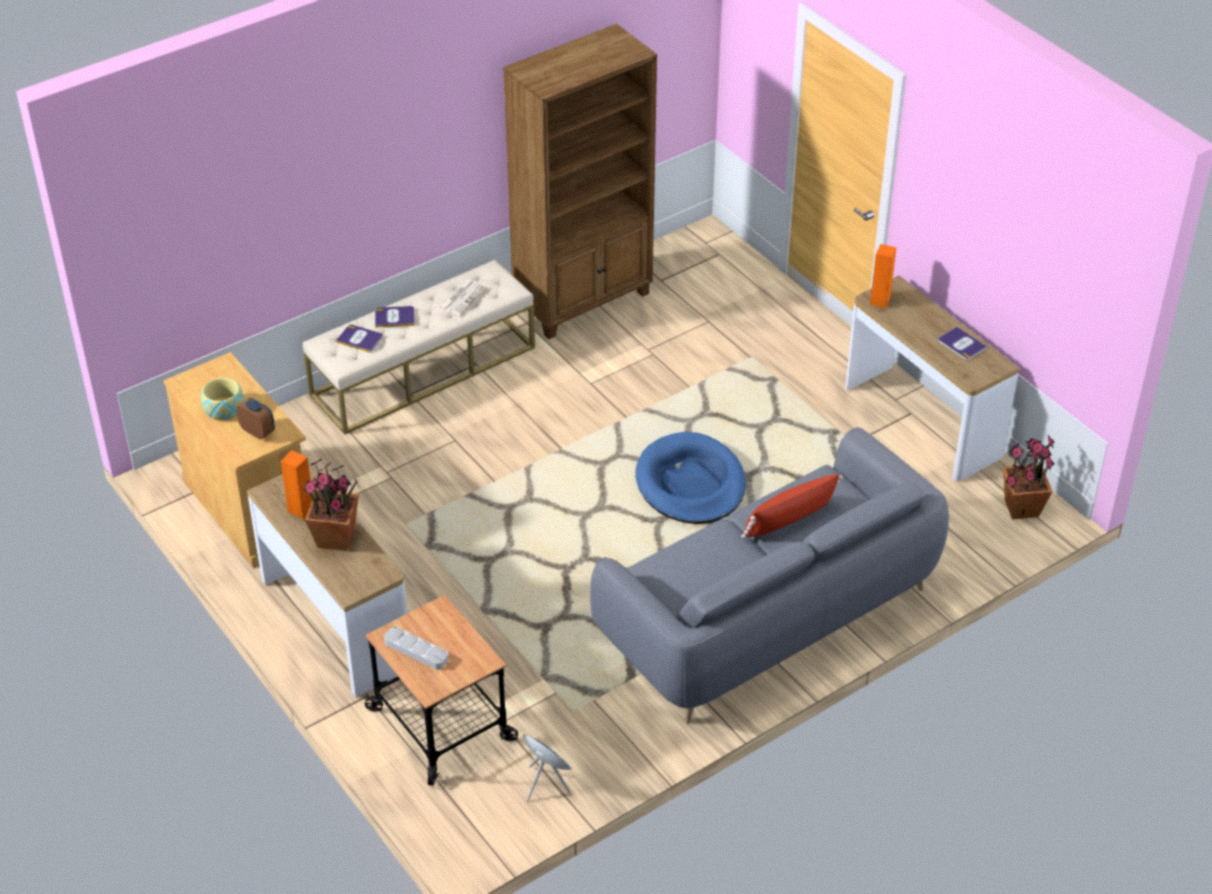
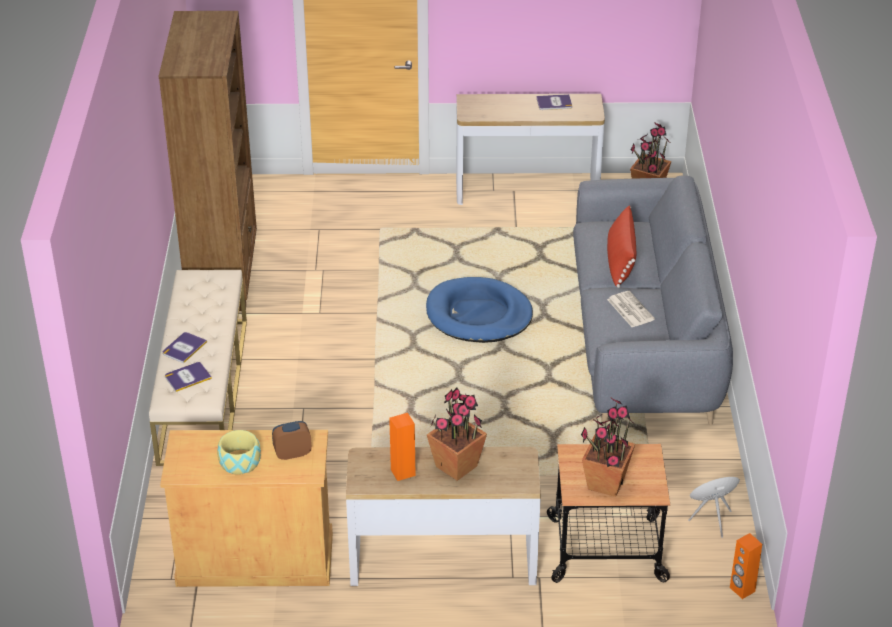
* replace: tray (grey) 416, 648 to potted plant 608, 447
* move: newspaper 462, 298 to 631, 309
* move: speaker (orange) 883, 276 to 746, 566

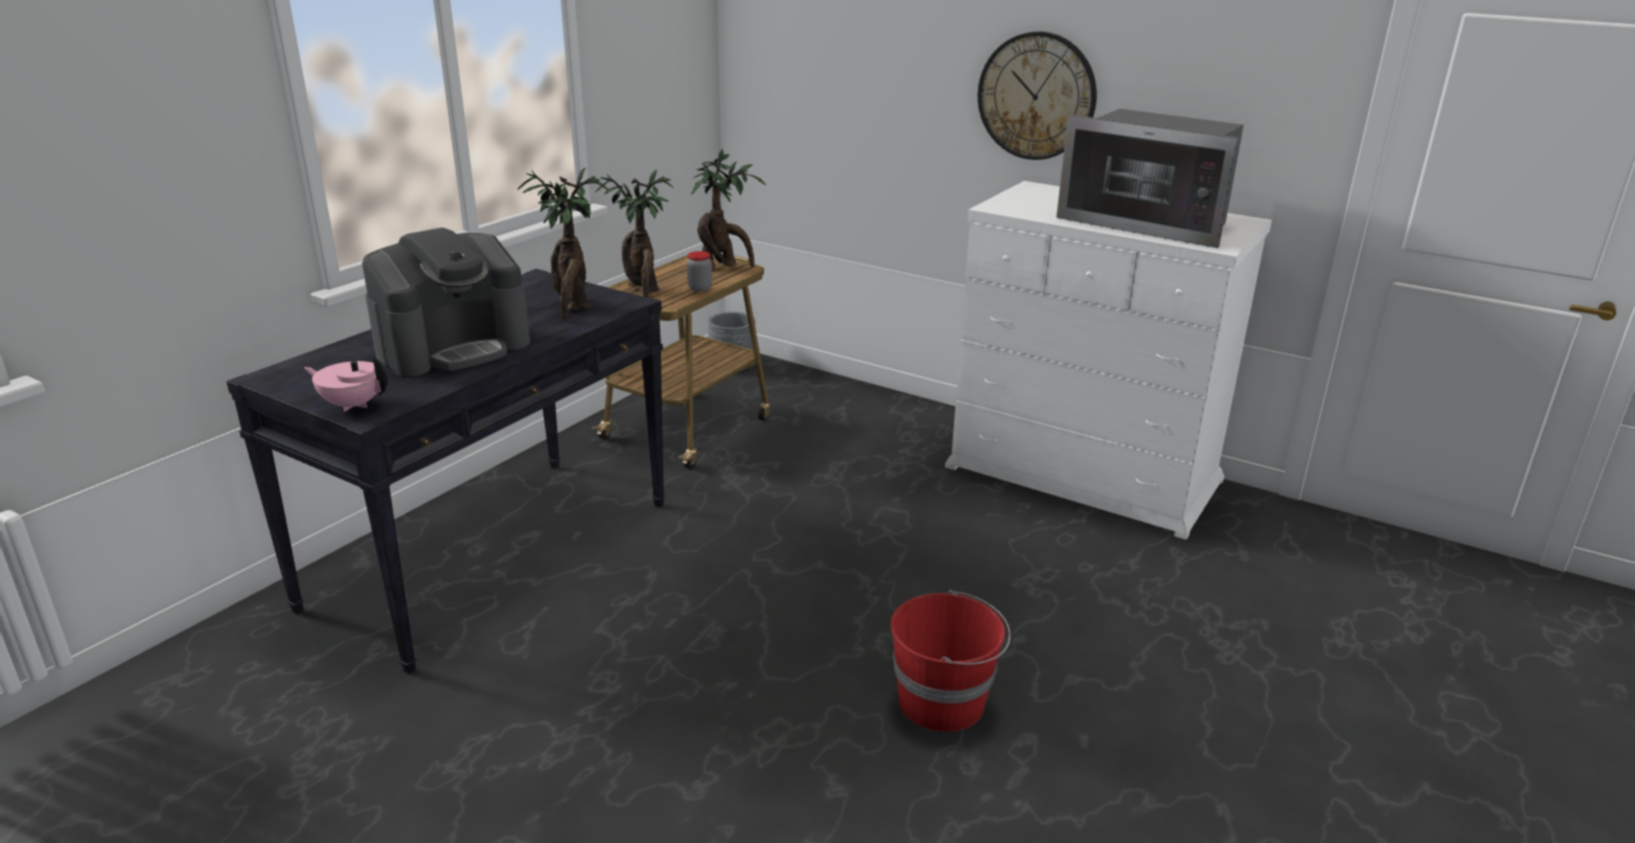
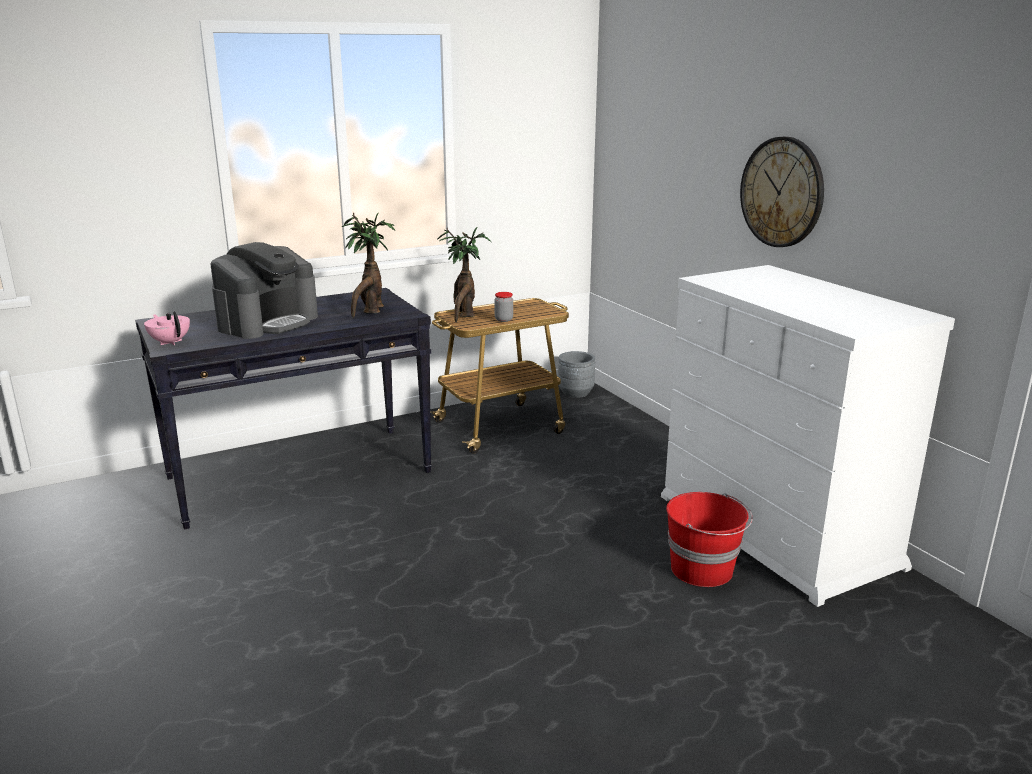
* rotate: coffee machine 446, 302 = 264, 290 45 degrees counterclockwise
* move: bucket (red) 950, 661 to 709, 539
* delete: potted plant 728, 208
* delete: microwave 1150, 178

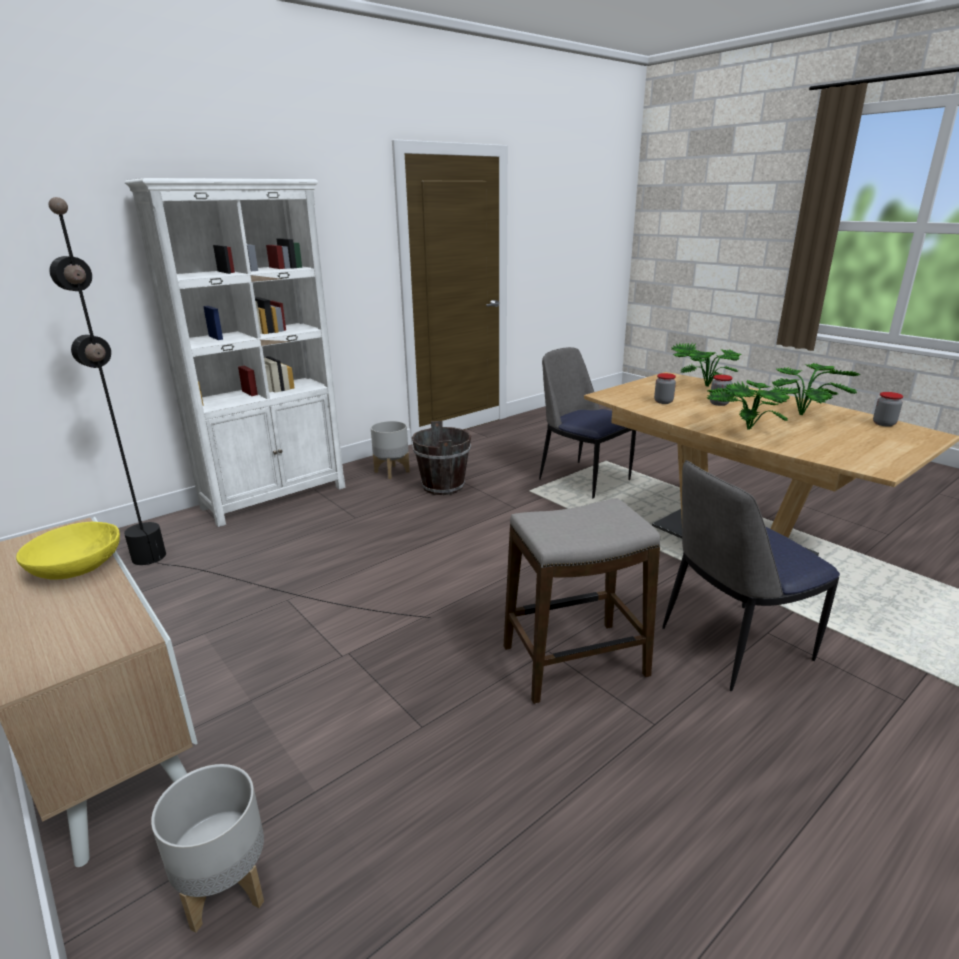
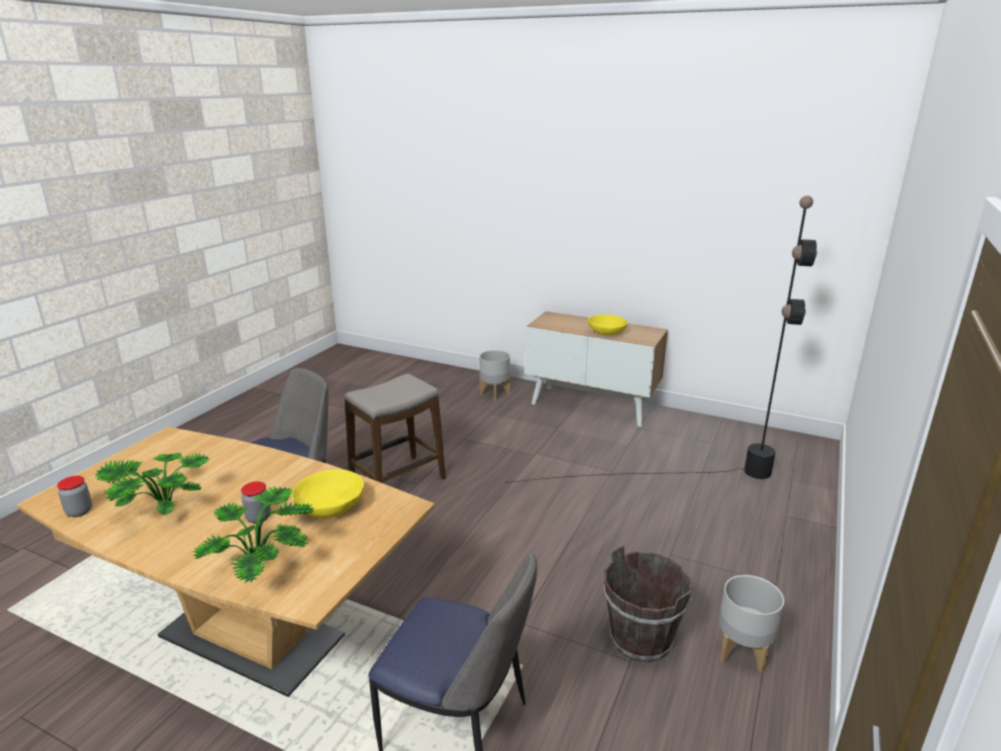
* replace: jar 665, 388 to bowl (yellow) 327, 493
* delete: bookcase (white) 235, 352
* delete: potted plant 753, 405

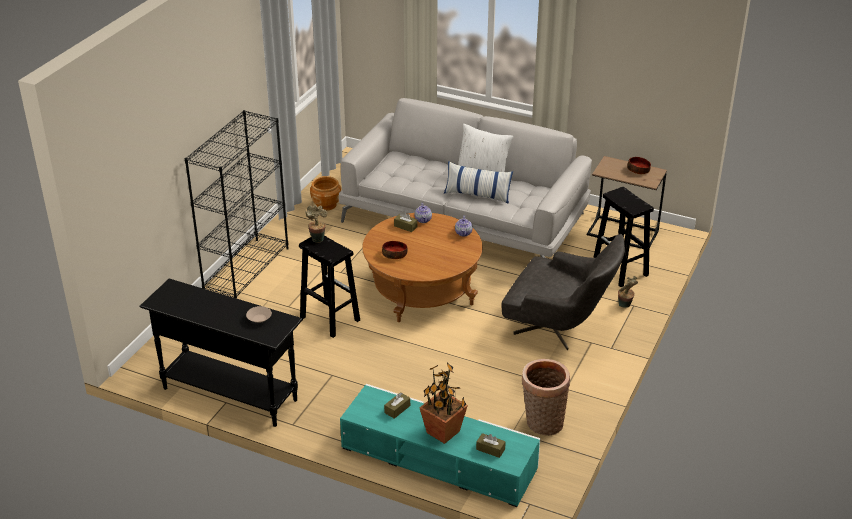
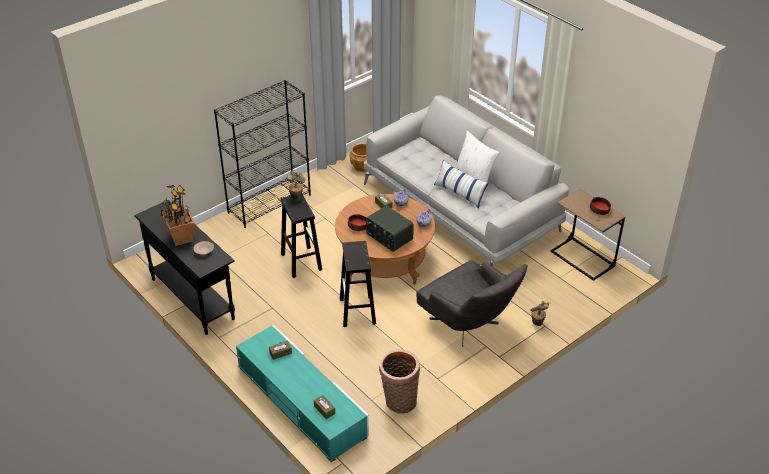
* move: potted plant 444, 403 to 178, 215
* move: stool (black) 623, 237 to 358, 284
* insert: radio 390, 229

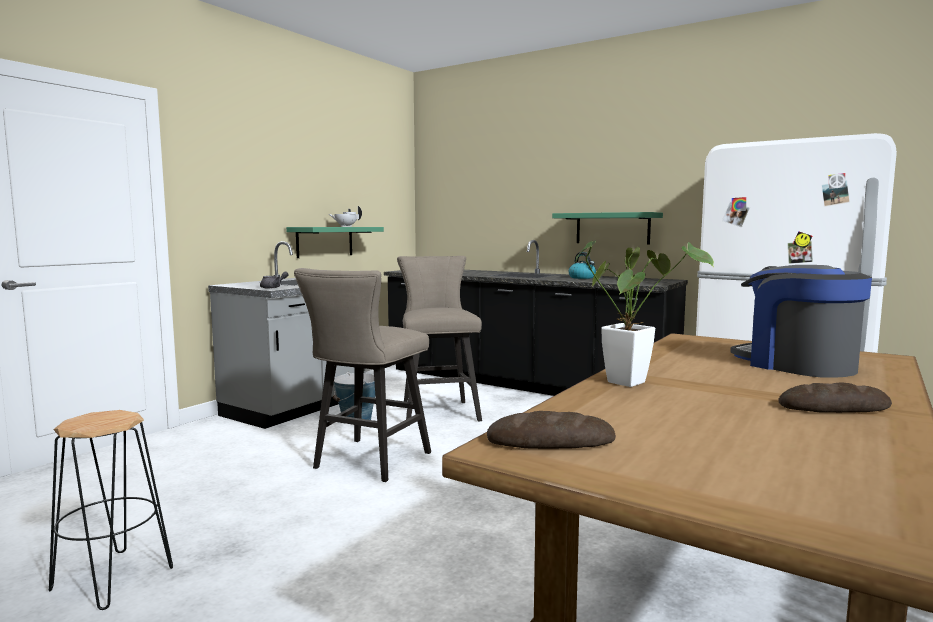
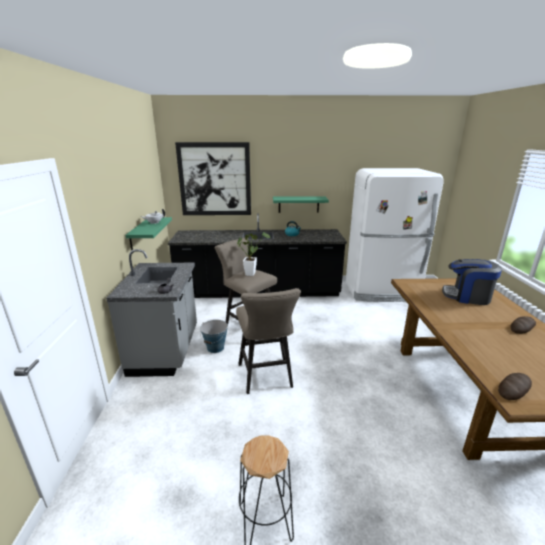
* insert: picture 213, 178
* move: potted plant 645, 314 to 253, 254

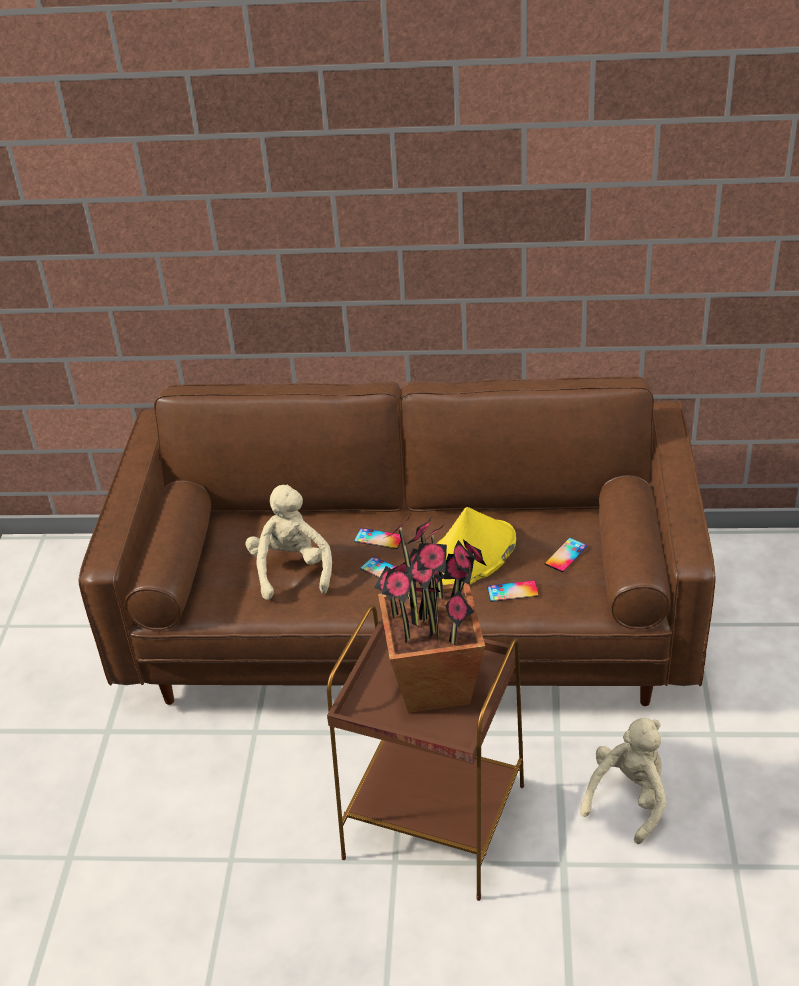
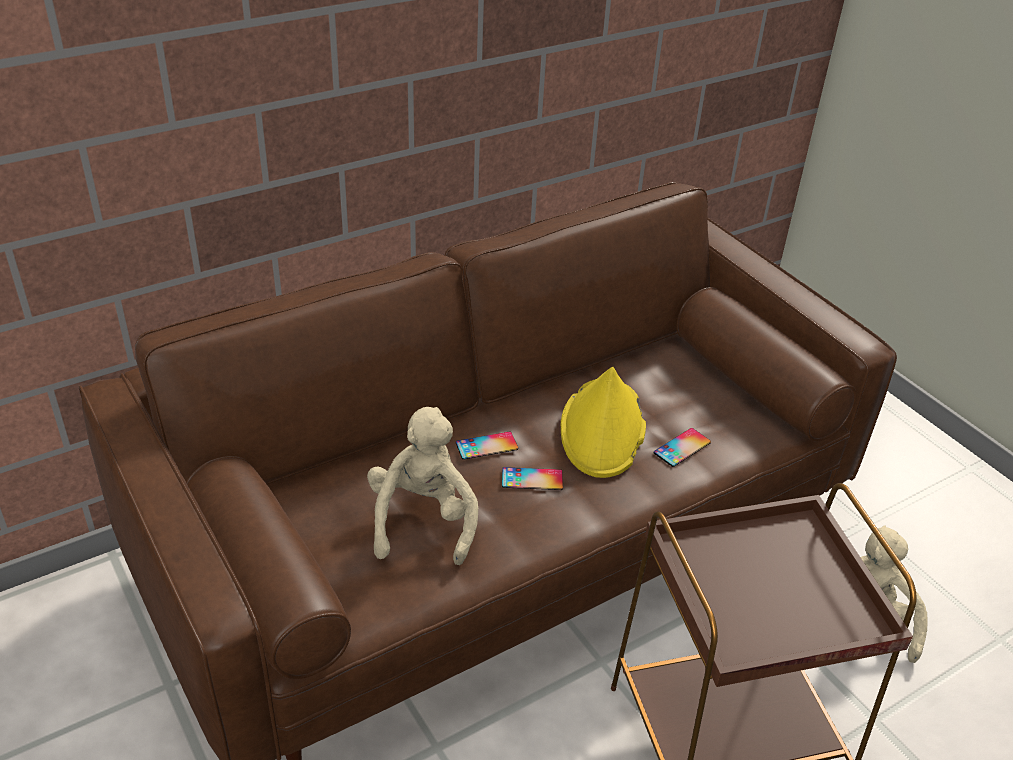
* rotate: plush toy (beige) 288, 542 = 422, 486 45 degrees clockwise
* delete: potted plant 430, 614
* delete: phone 566, 555

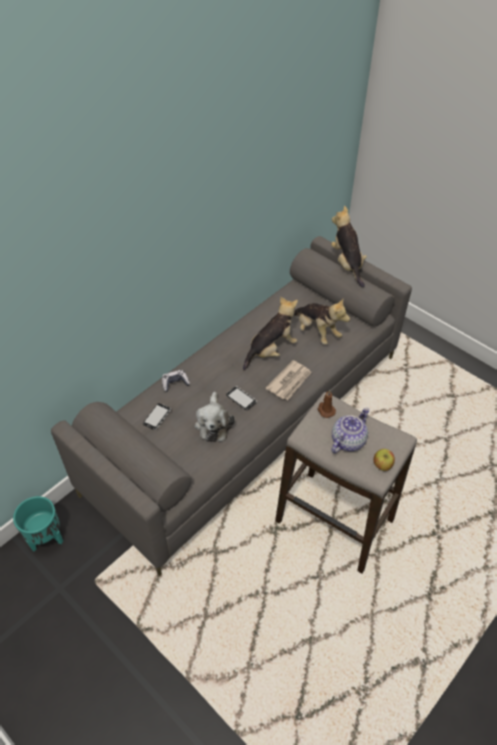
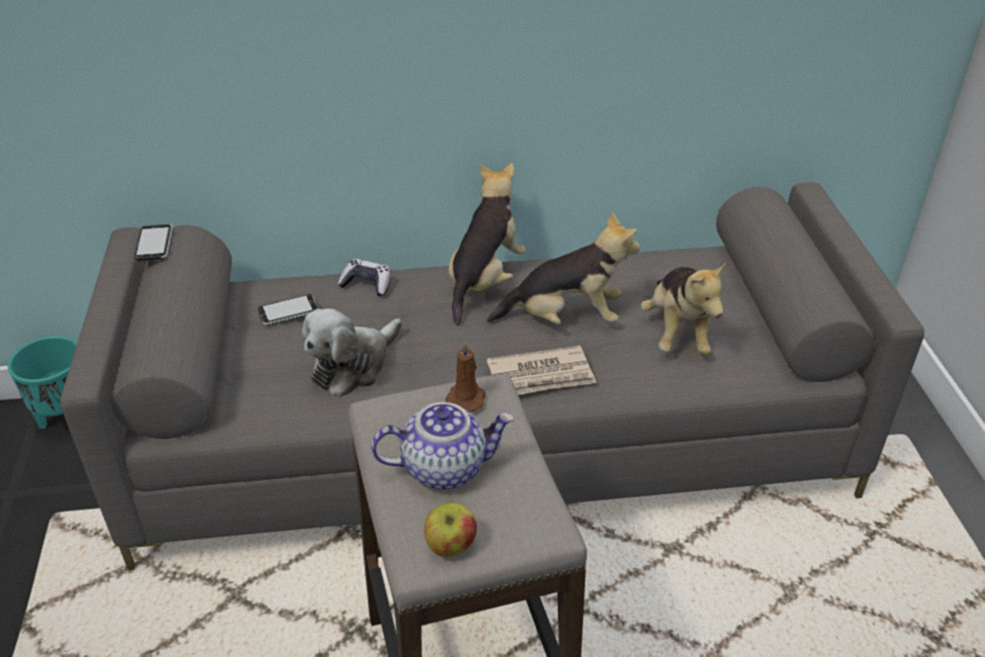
* move: phone 241, 398 to 154, 242
* move: plush toy 349, 246 to 487, 244

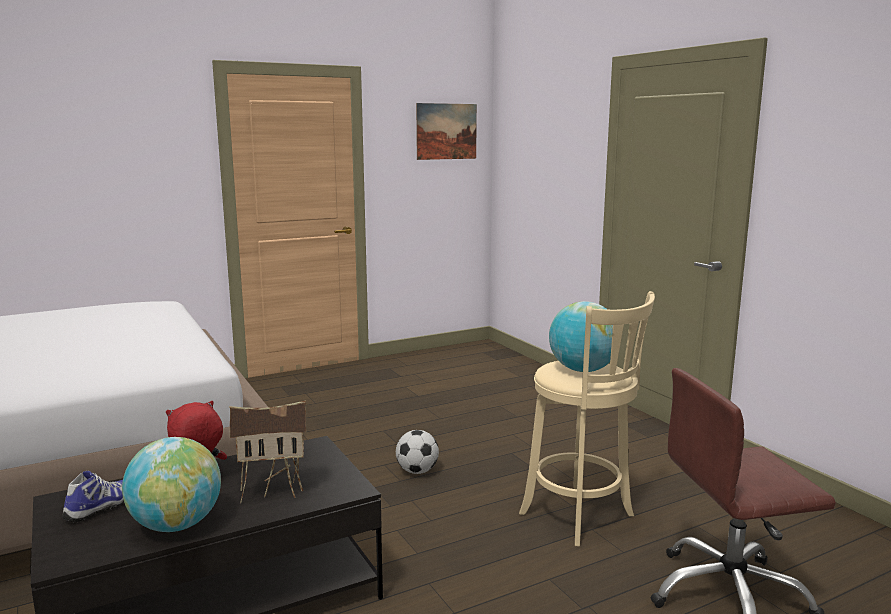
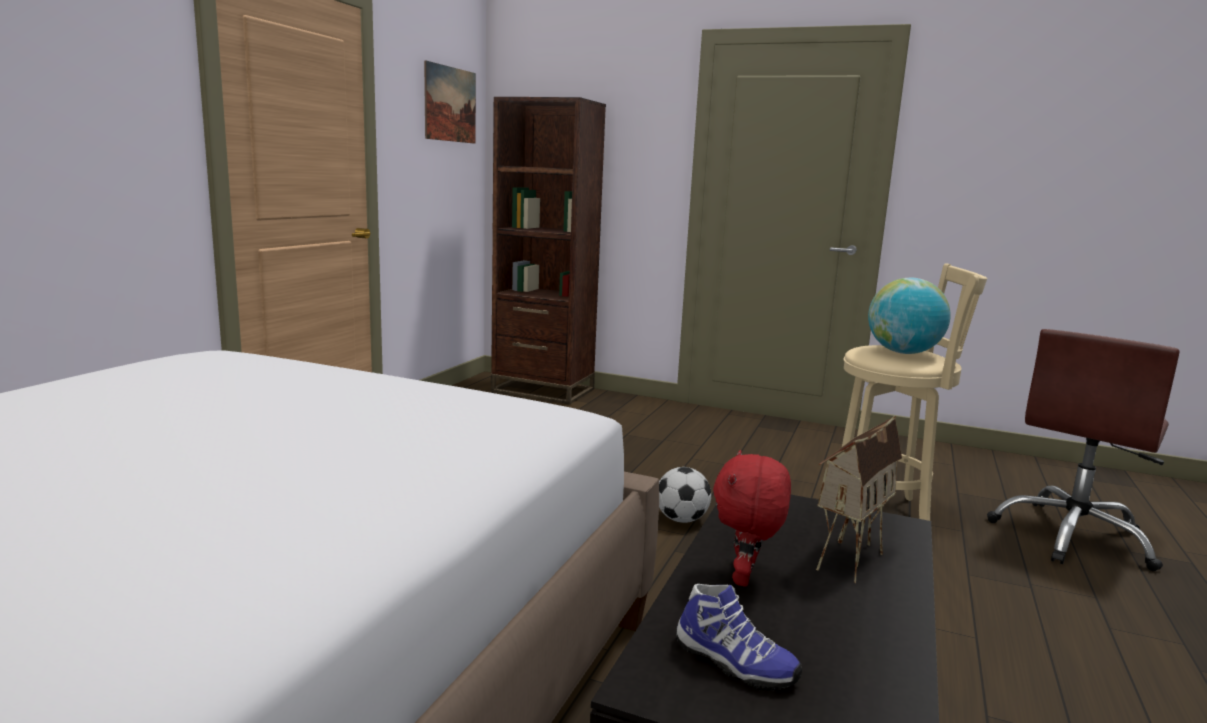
* insert: bookcase (brown) 548, 251
* rotate: shoe 93, 496 = 738, 637 135 degrees clockwise
* delete: globe 171, 484

